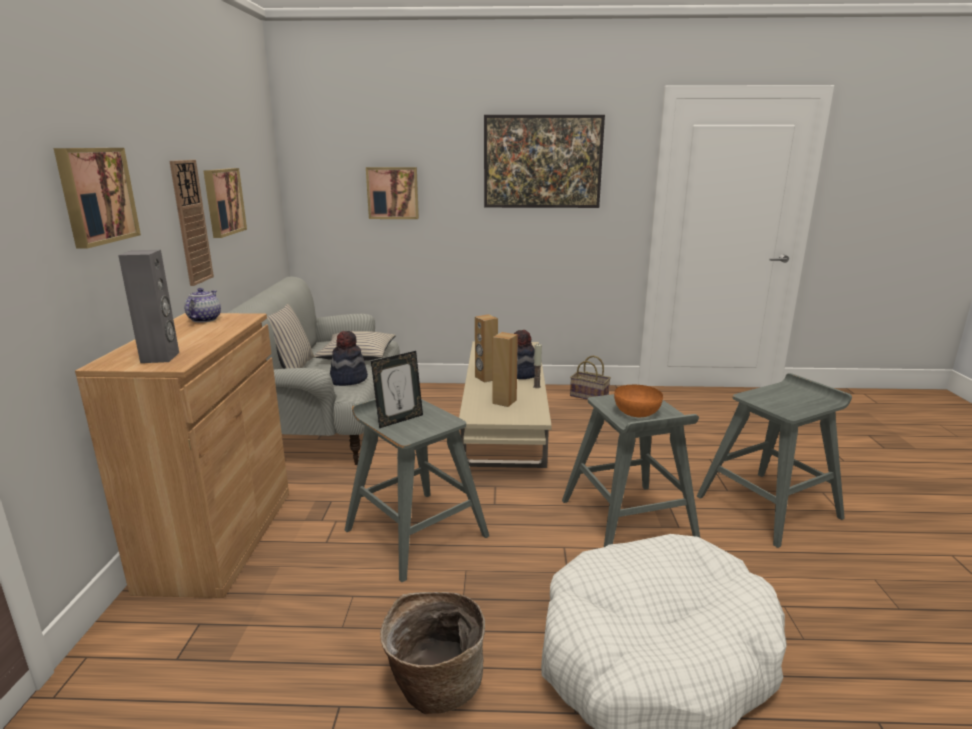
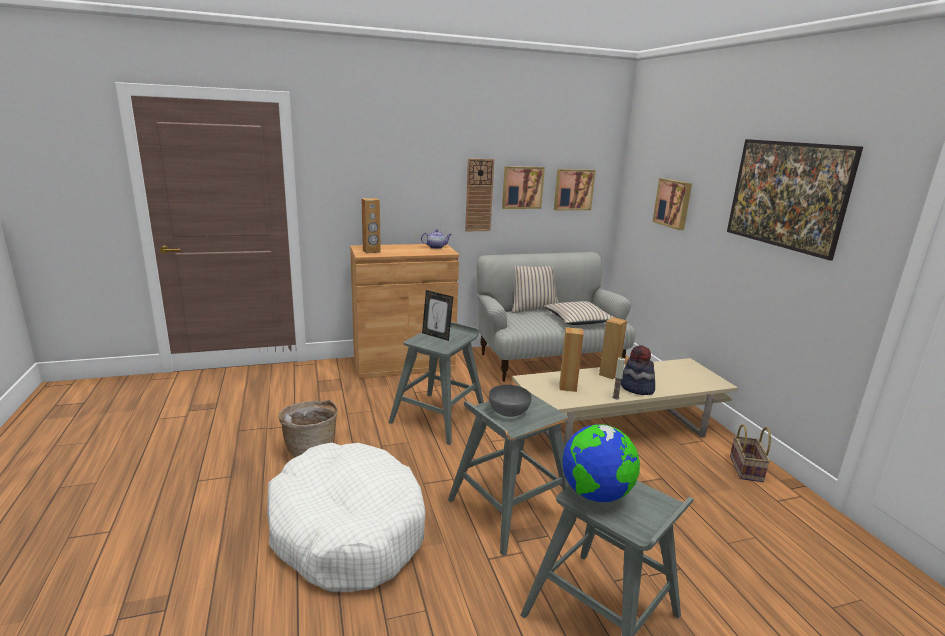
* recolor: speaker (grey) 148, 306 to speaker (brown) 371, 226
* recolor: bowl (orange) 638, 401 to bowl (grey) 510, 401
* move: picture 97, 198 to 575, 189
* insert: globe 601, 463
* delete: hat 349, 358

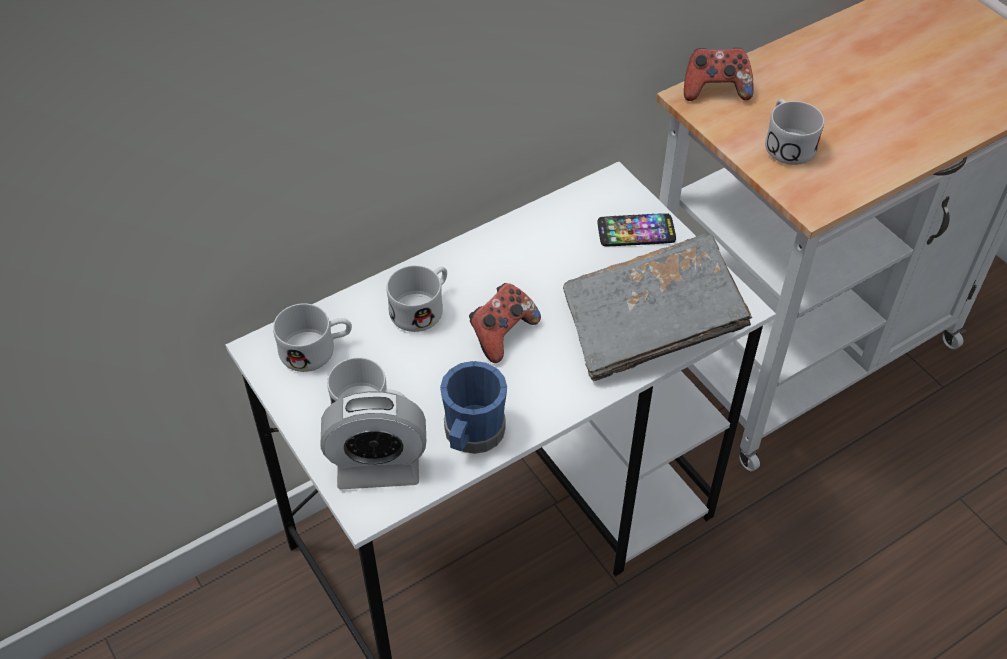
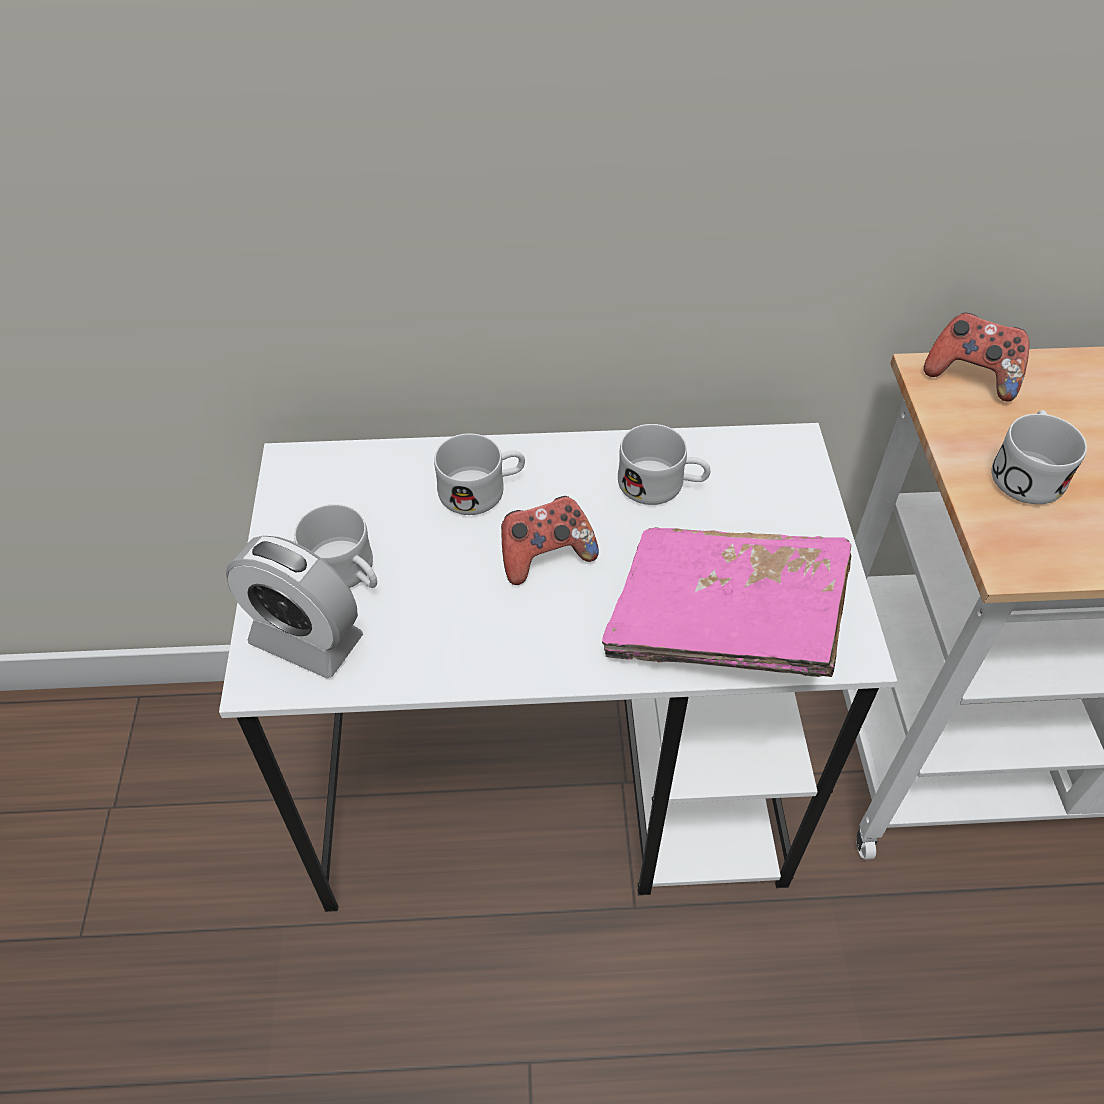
* recolor: book (grey) 657, 307 to book (pink) 726, 602
* move: mug (white) 312, 337 to 664, 464
* delete: mug (blue) 473, 407
* delete: phone 637, 229

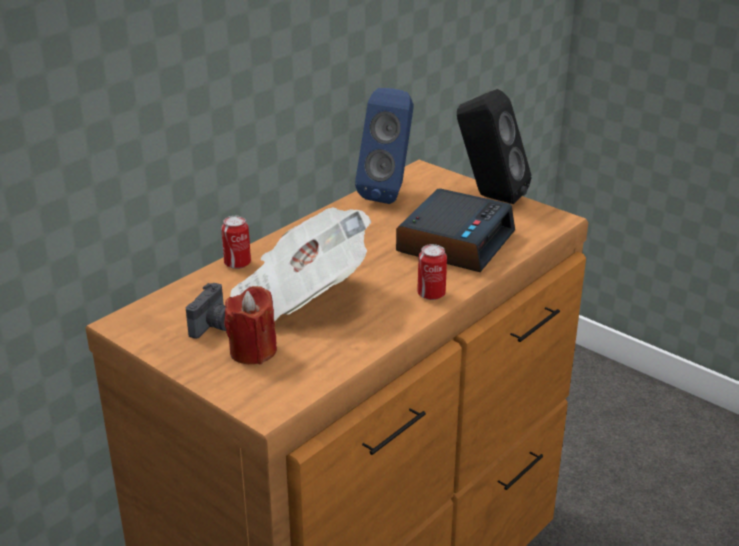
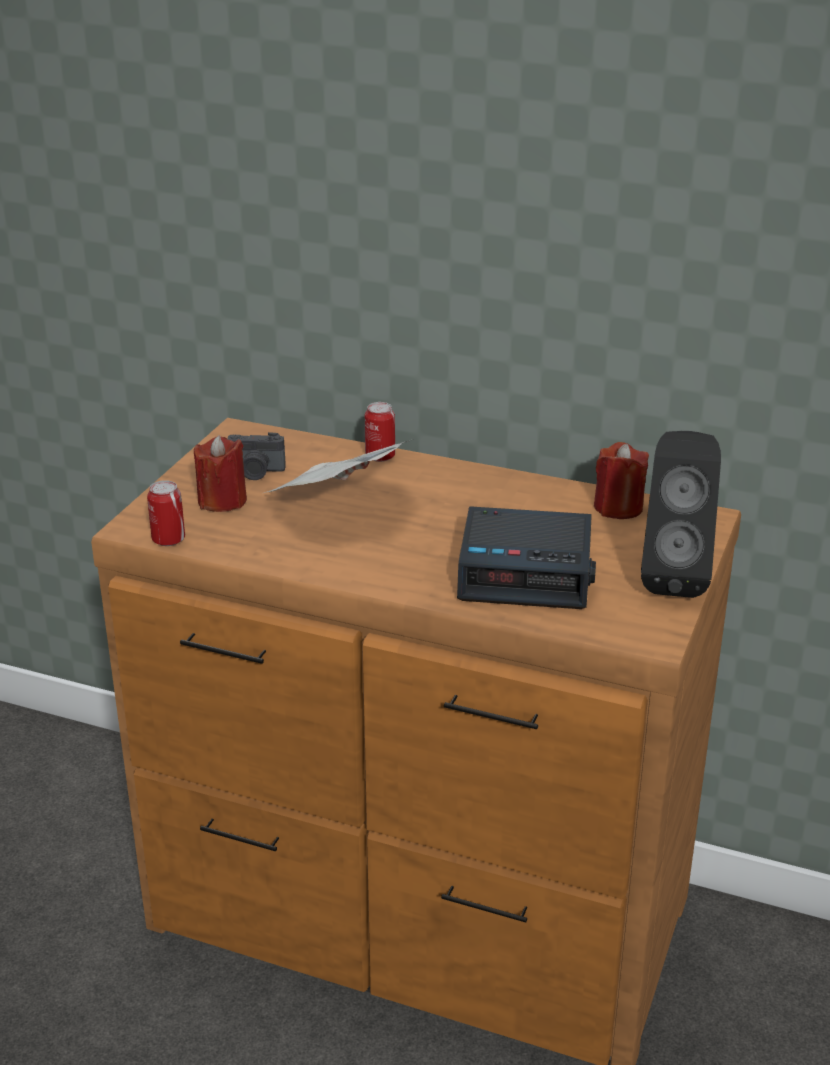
* move: can 432, 272 to 166, 513
* replace: speaker (blue) 384, 146 to candle (red) 621, 480

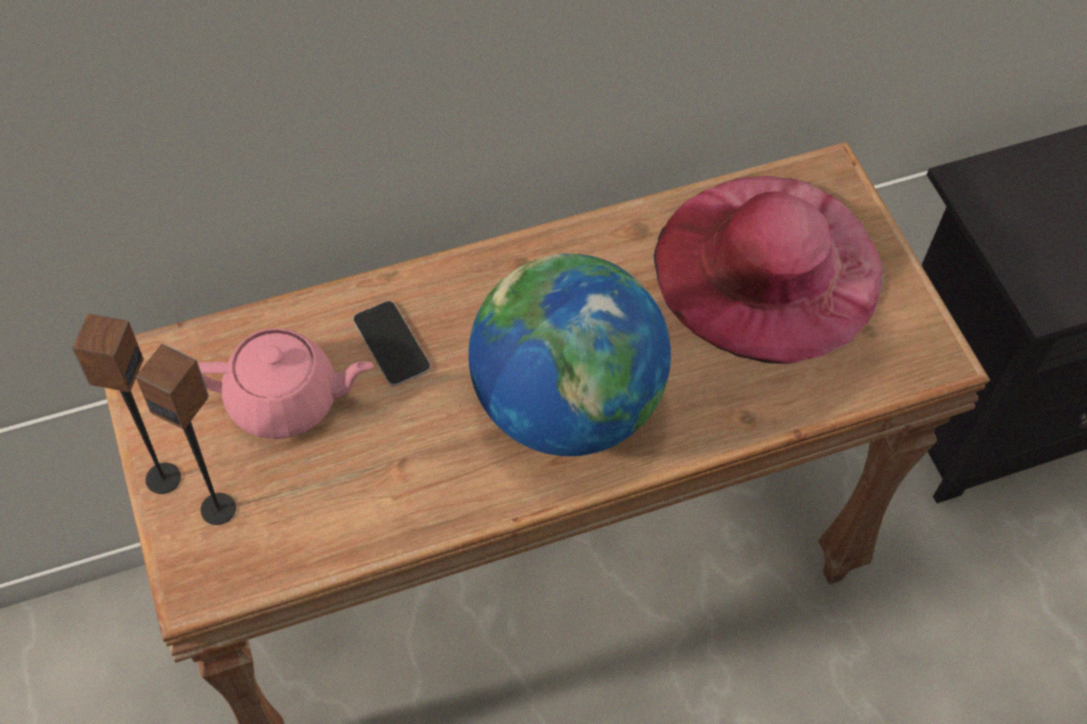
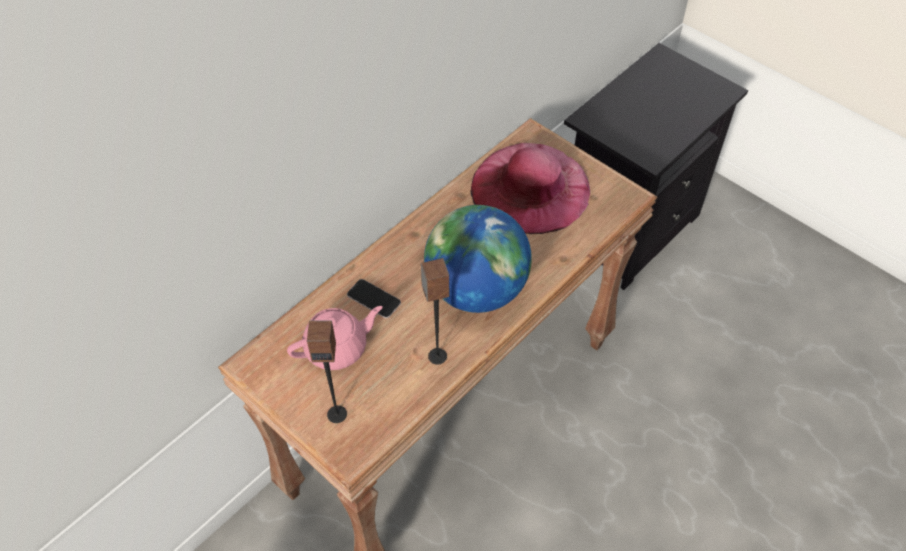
* move: speaker 126, 404 to 435, 311

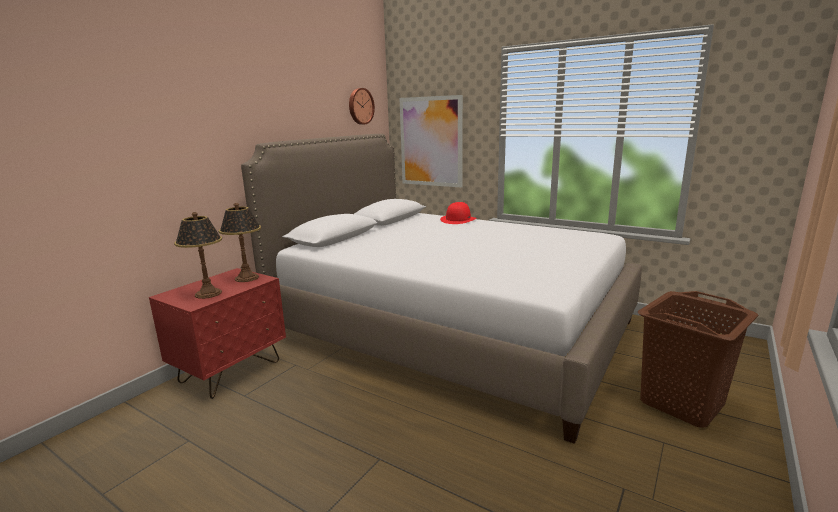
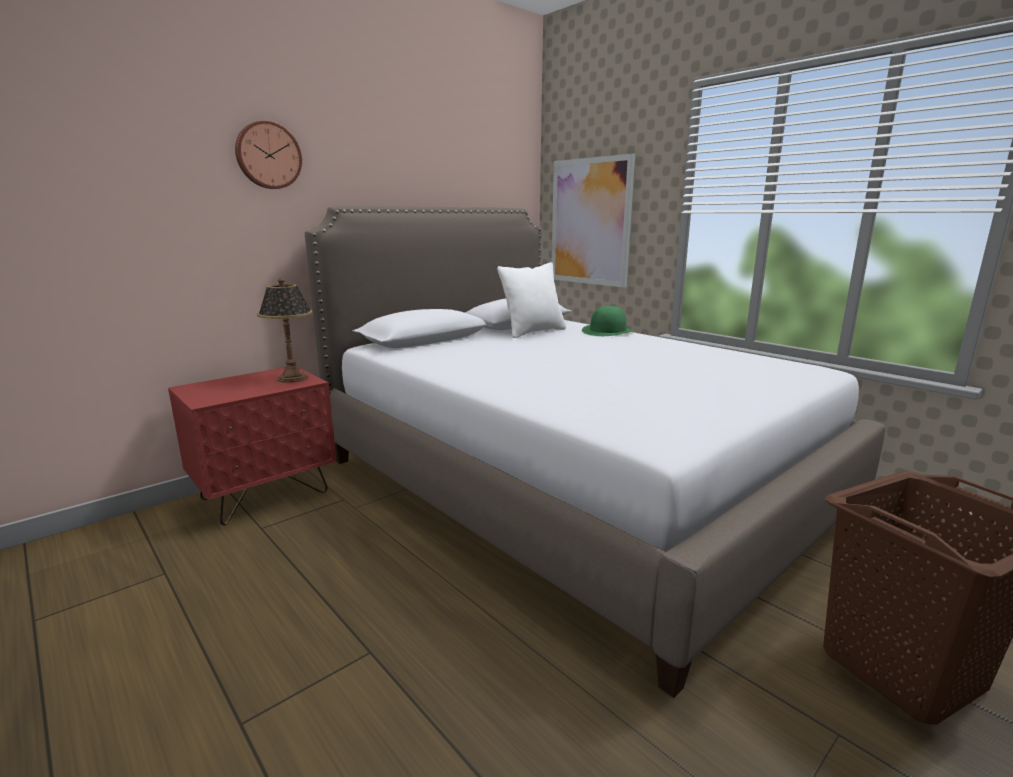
* move: wall clock 362, 106 to 268, 154
* insert: pillow (white) 531, 300
* recolor: hat (red) 458, 213 to hat (green) 608, 321
* delete: table lamp 198, 255

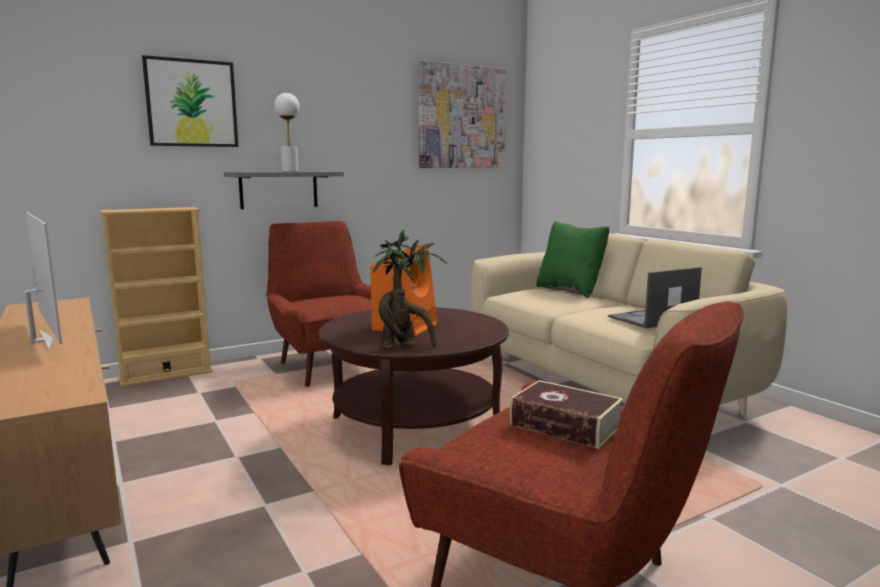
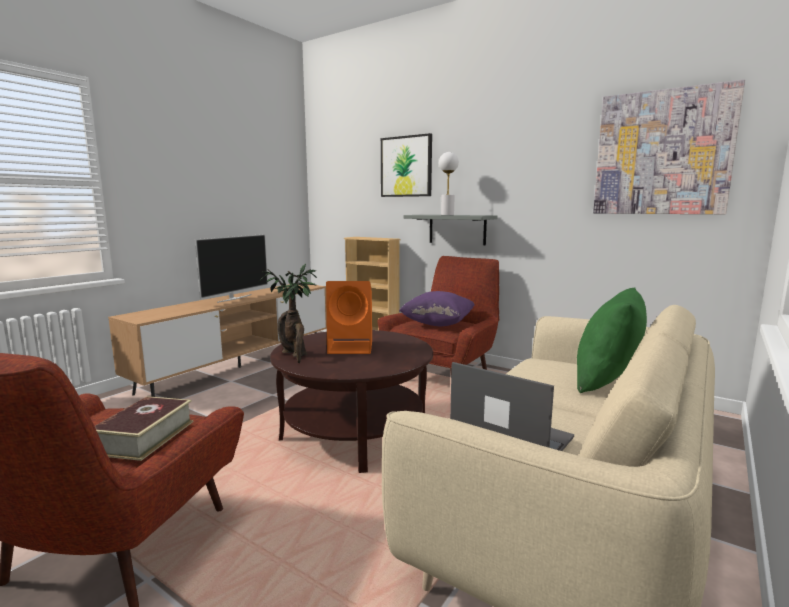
* insert: pillow (purple) 436, 308

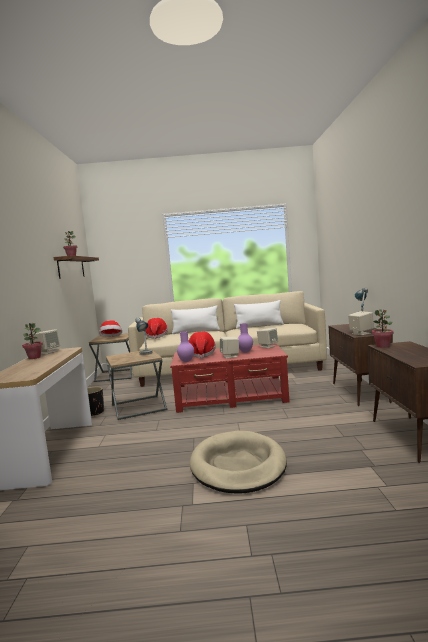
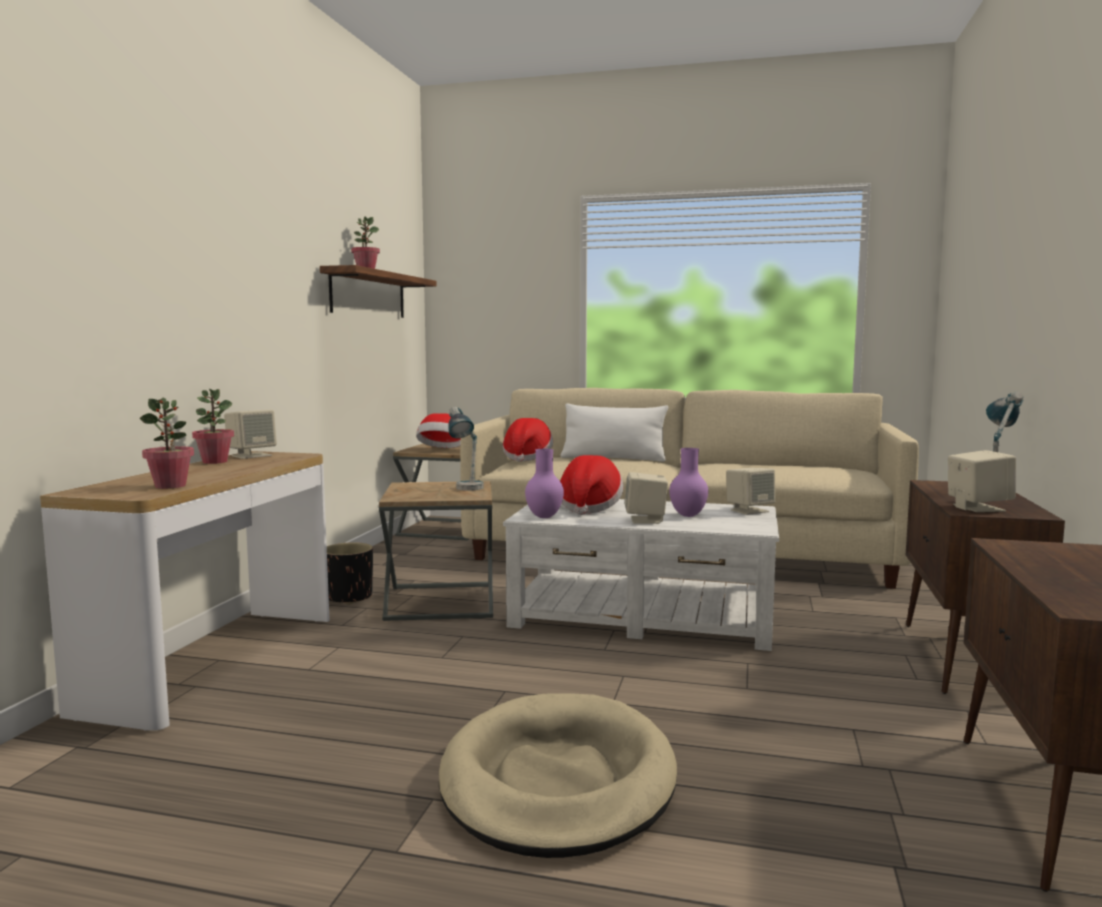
* move: potted plant 382, 328 to 167, 443
* recolor: coffee table (red) 229, 378 to coffee table (white) 641, 575
* delete: pillow (white) 259, 314

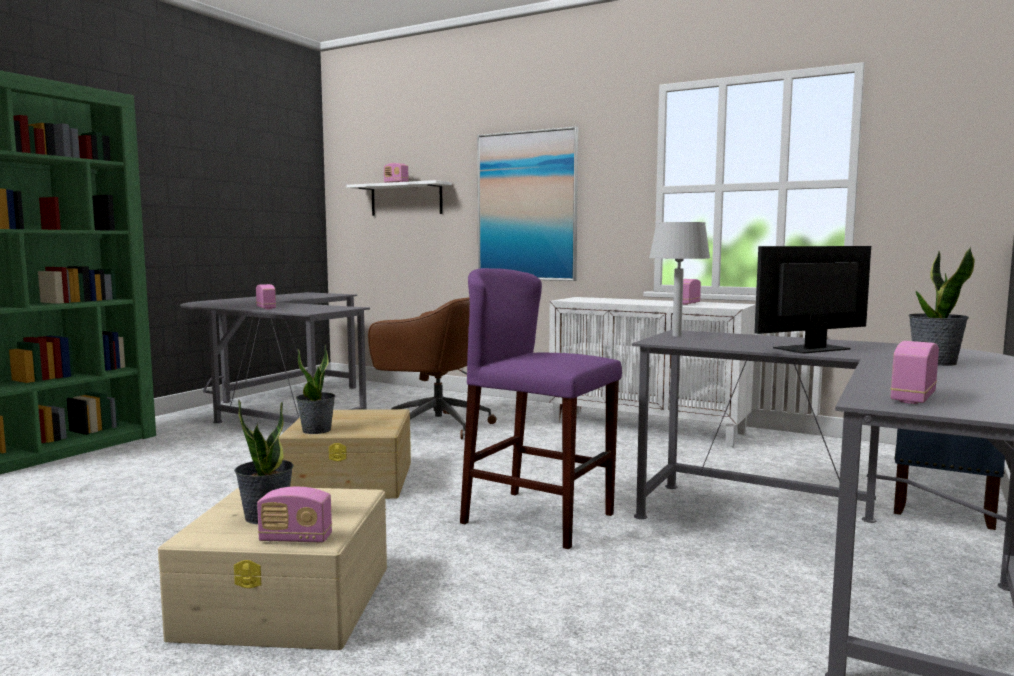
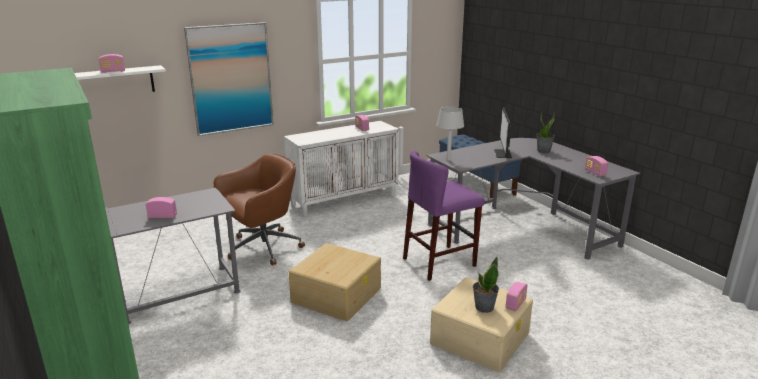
* delete: potted plant 315, 389

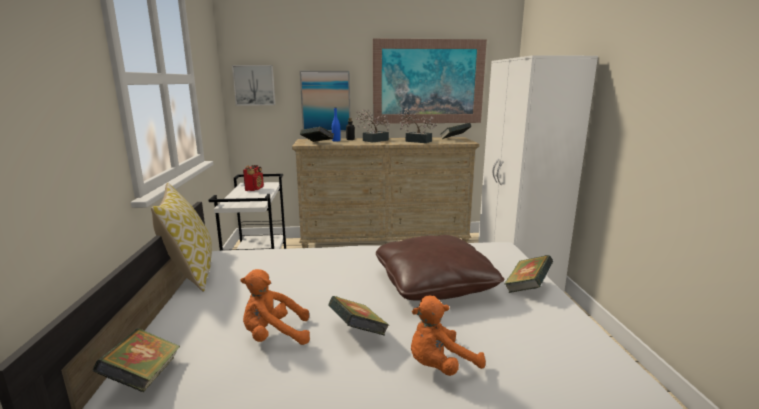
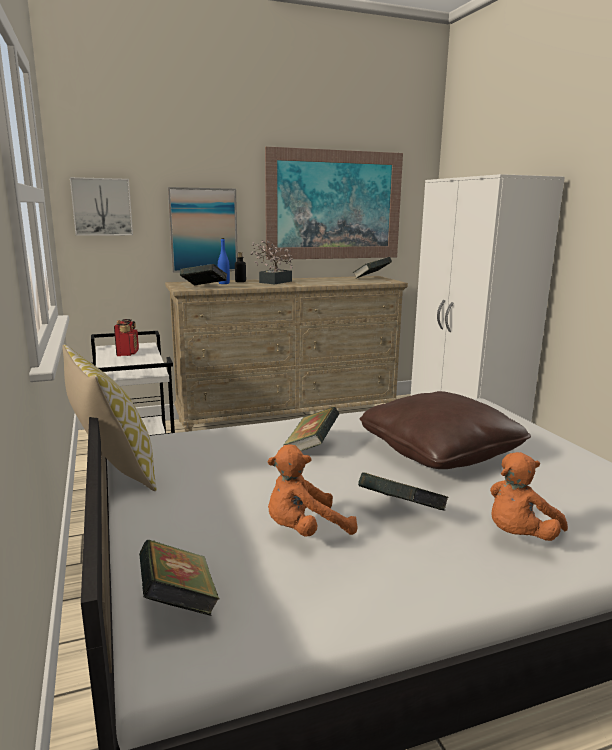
* move: book 528, 274 to 311, 429
* delete: potted plant 417, 125

